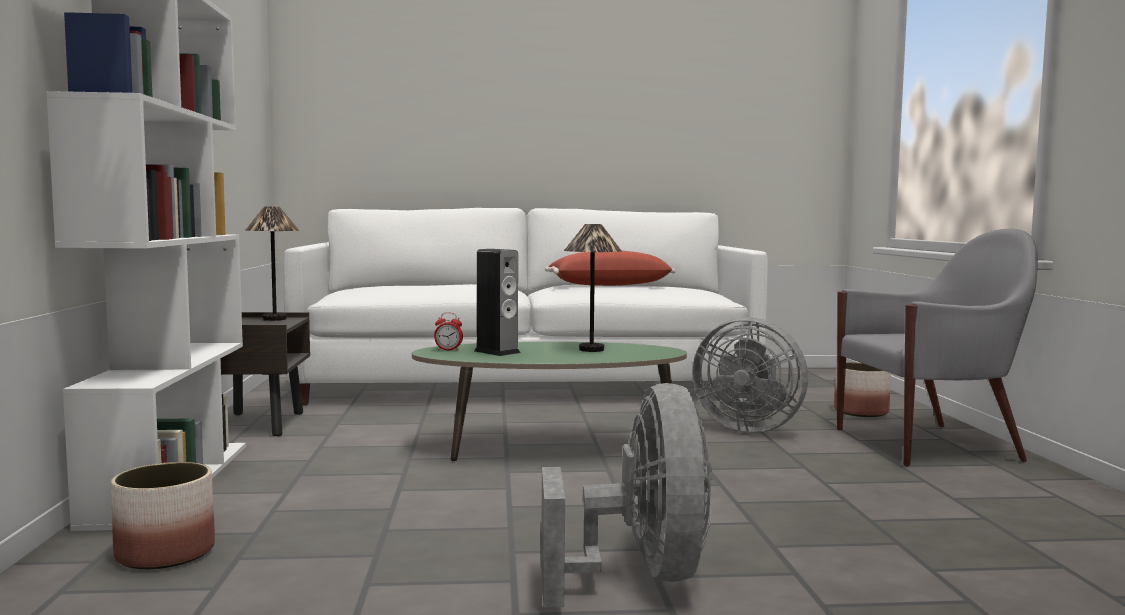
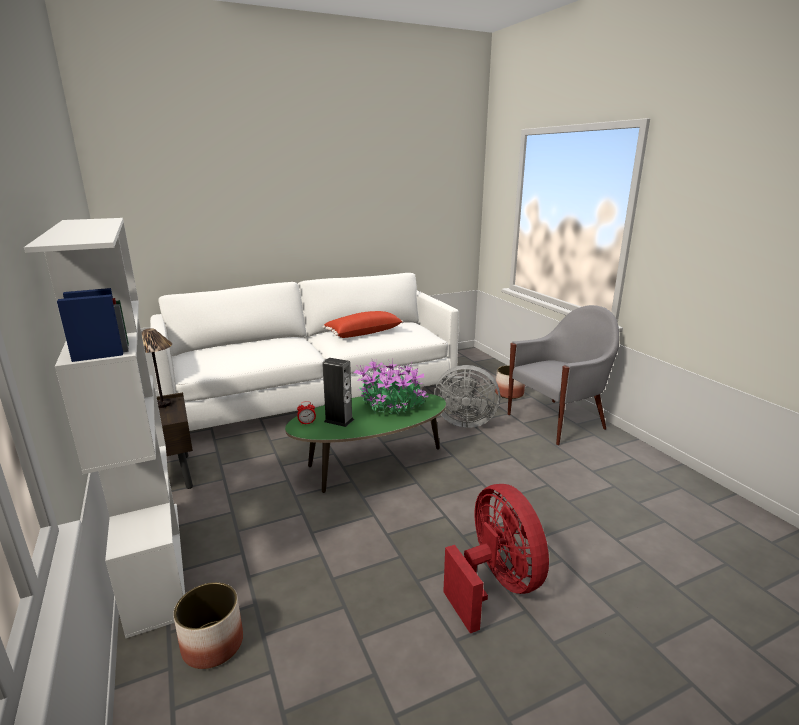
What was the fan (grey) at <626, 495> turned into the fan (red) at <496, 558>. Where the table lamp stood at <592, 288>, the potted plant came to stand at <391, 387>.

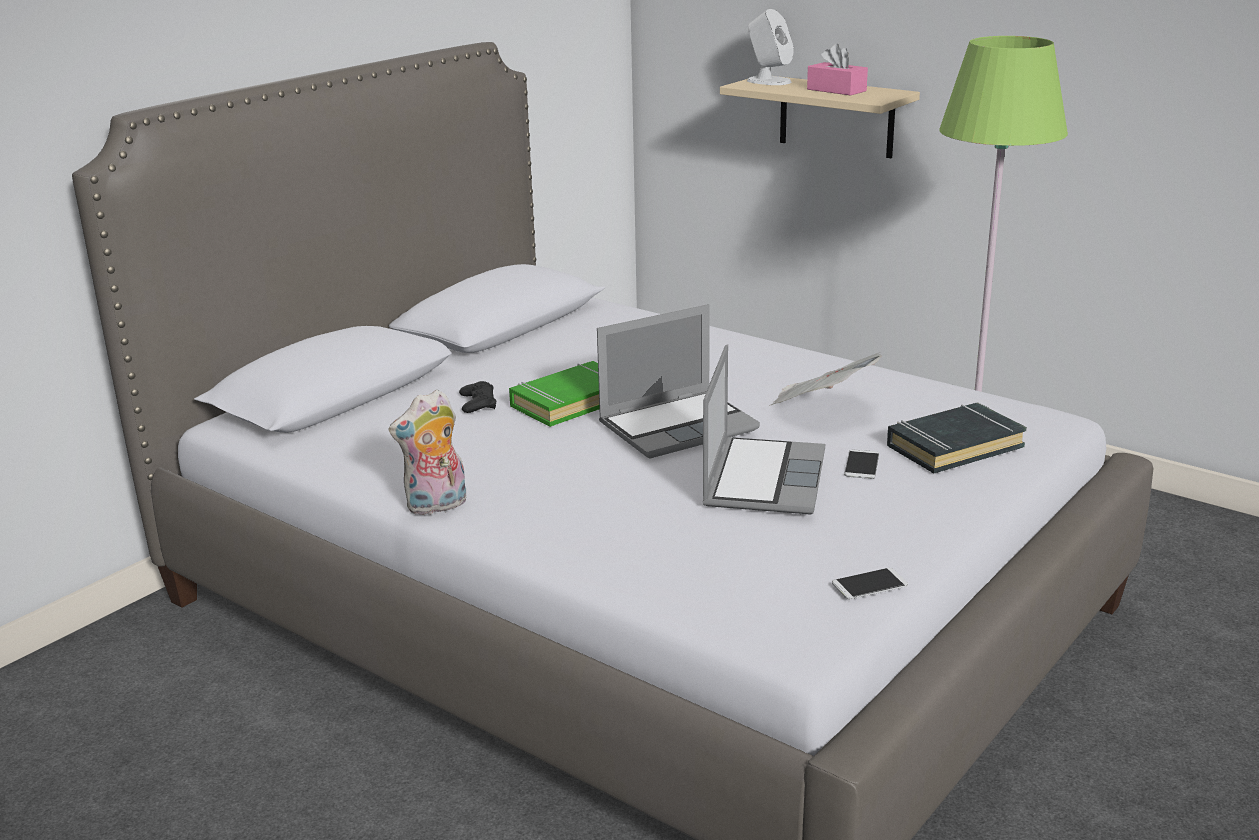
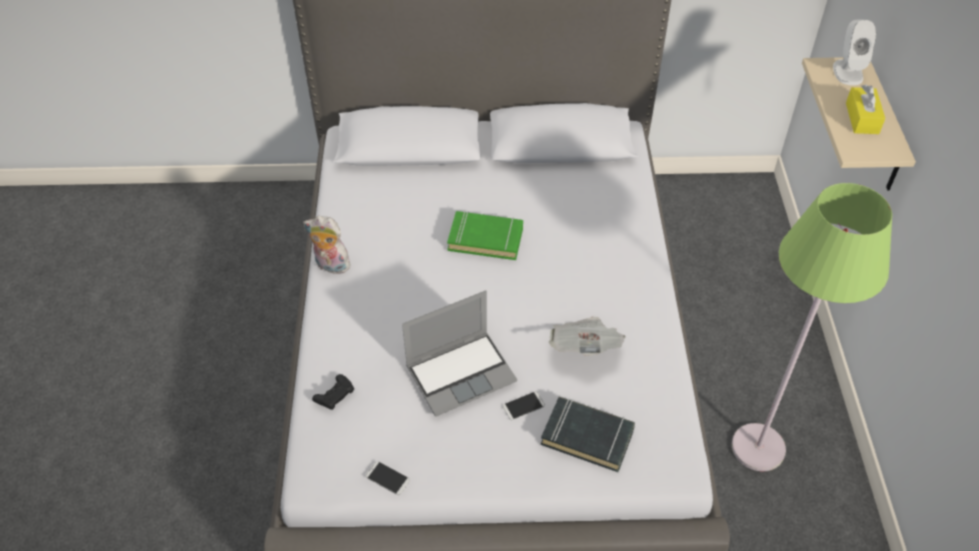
The game controller (black) ended up elsewhere, having gone from <477, 397> to <333, 392>. The second view lost the laptop at <678, 381>. What was the tissue box (pink) at <837, 70> turned into the tissue box (yellow) at <865, 109>.

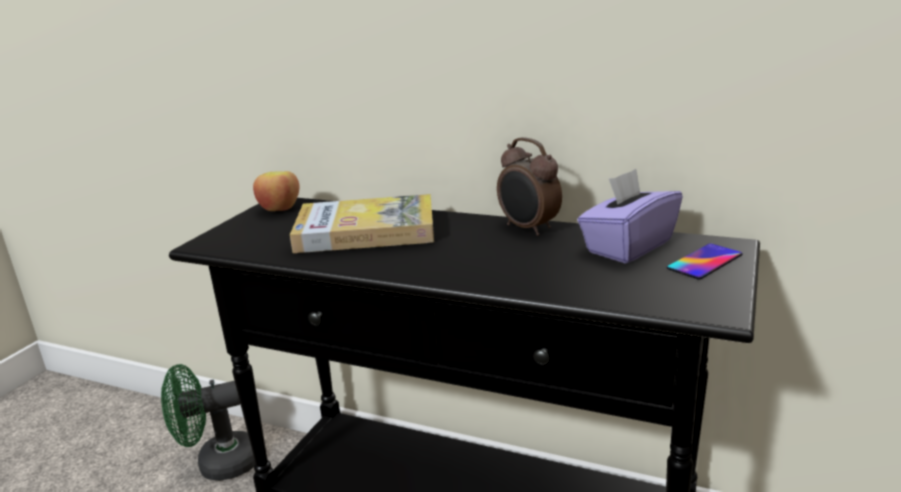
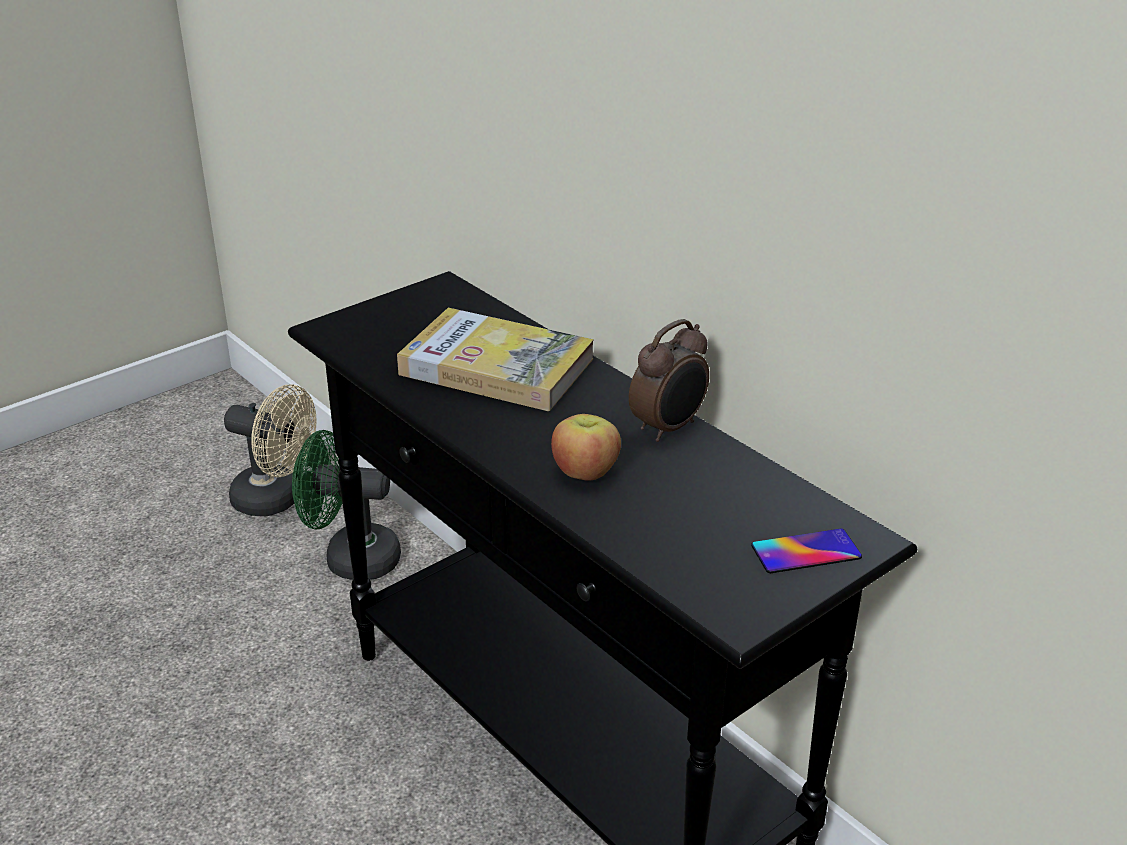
The apple ended up elsewhere, having gone from <276, 191> to <586, 447>. The alarm clock at <529, 186> ended up facing another way, 120 degrees counterclockwise from before. The second view lost the tissue box (purple) at <630, 216>. The second view gained the fan (beige) at <270, 450>.

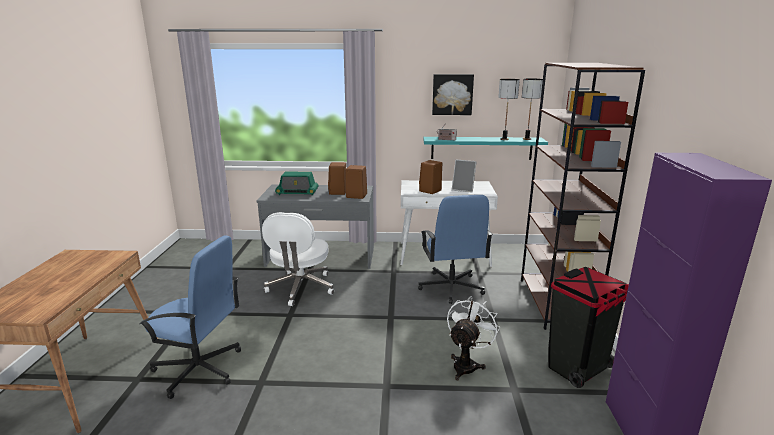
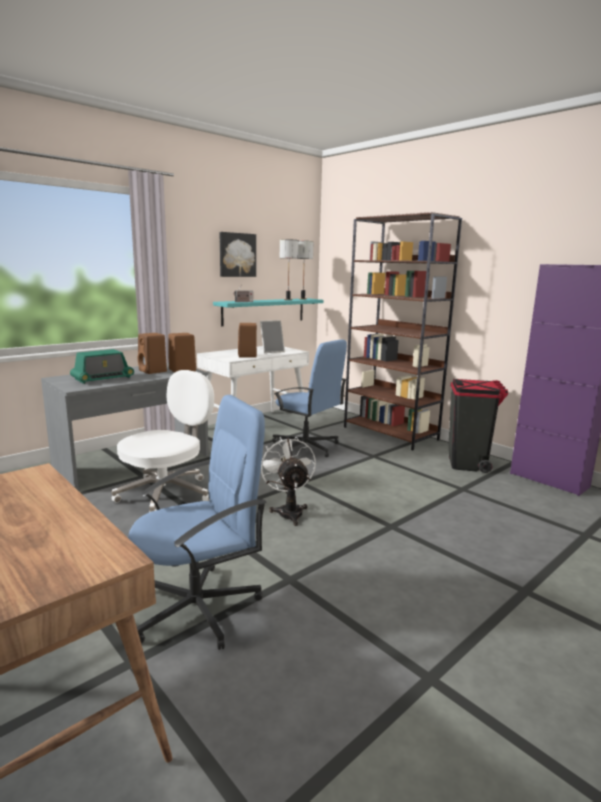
The office chair (white) at <298, 259> ended up facing another way, 105 degrees counterclockwise from before. The fan (white) ended up elsewhere, having gone from <473, 338> to <288, 481>.

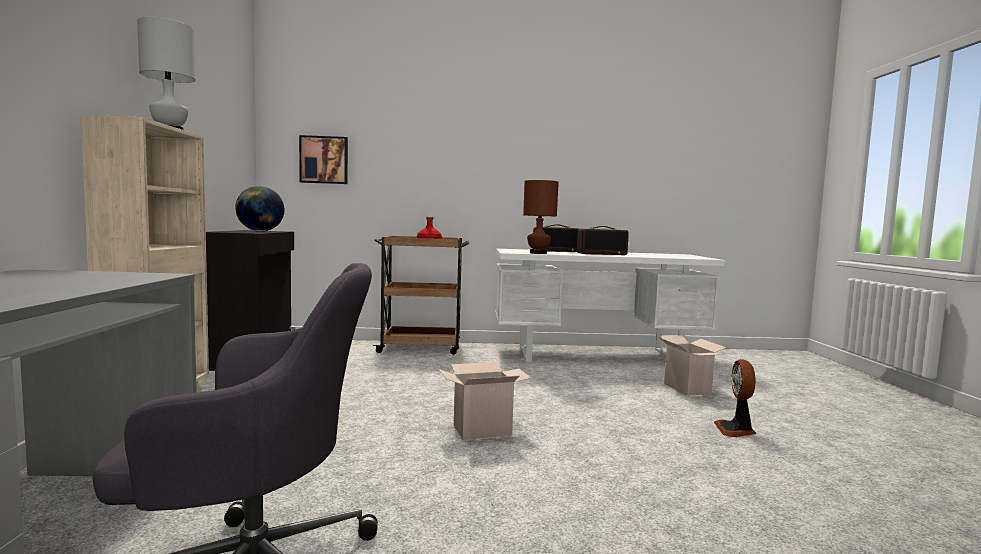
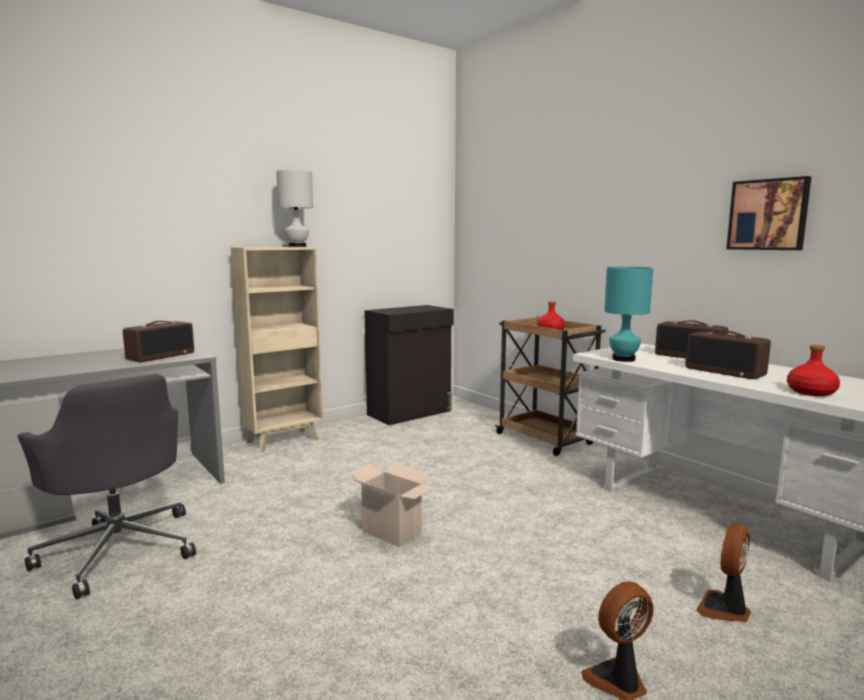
The second view lost the globe at <259, 208>. The picture ended up elsewhere, having gone from <323, 159> to <768, 213>. What was the table lamp (brown) at <541, 217> turned into the table lamp (turquoise) at <628, 314>. Where the cardboard box stood at <692, 366>, the fan came to stand at <723, 573>. The second view gained the radio at <158, 341>. The second view gained the bottle (red) at <813, 370>.

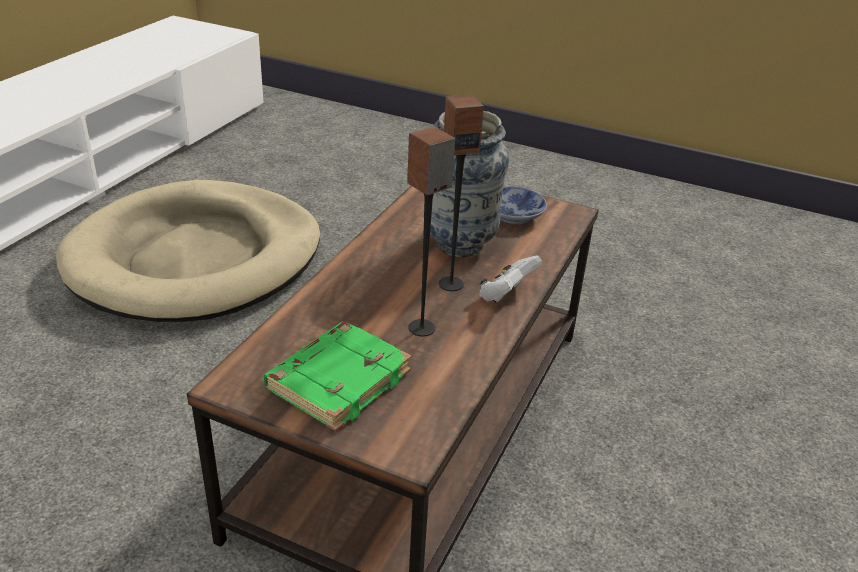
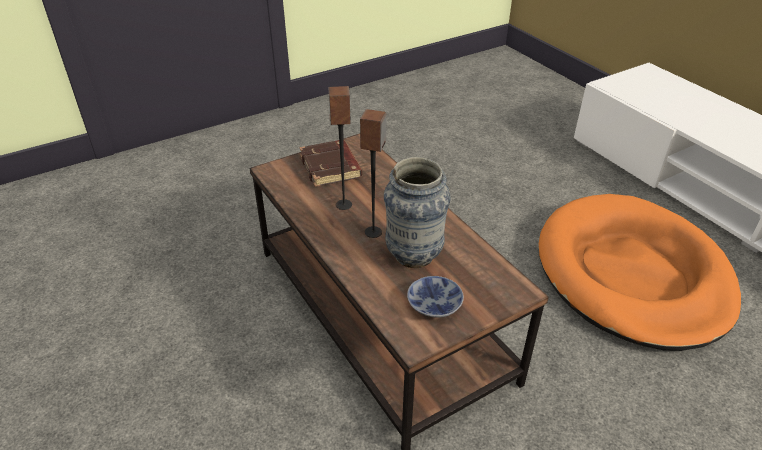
What was the dog bed (beige) at <188, 251> turned into the dog bed (orange) at <640, 272>. What was the book (green) at <338, 376> turned into the book (brown) at <330, 163>. The second view lost the game controller (white) at <511, 278>.

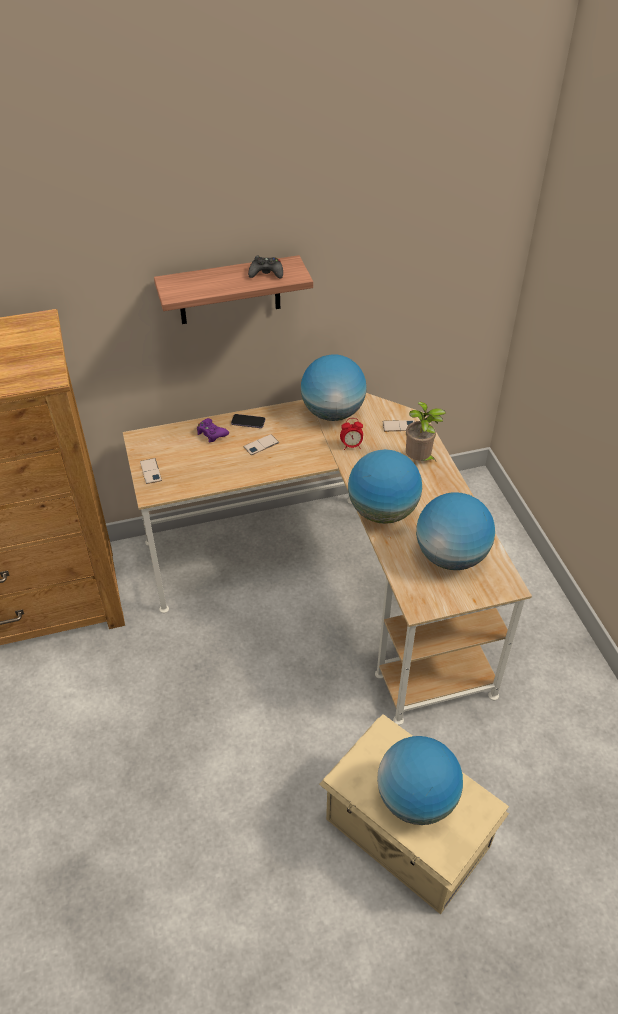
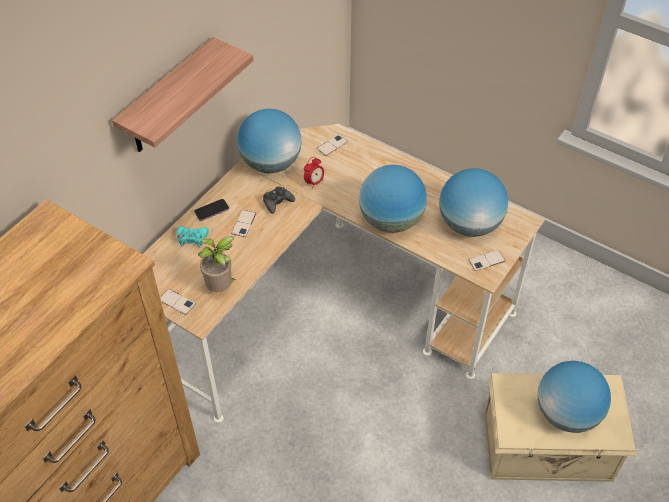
What was the game controller (purple) at <213, 430> turned into the game controller (turquoise) at <193, 236>. The game controller (black) ended up elsewhere, having gone from <265, 266> to <279, 200>. The potted plant ended up elsewhere, having gone from <426, 431> to <217, 264>. The second view gained the phone at <487, 260>.

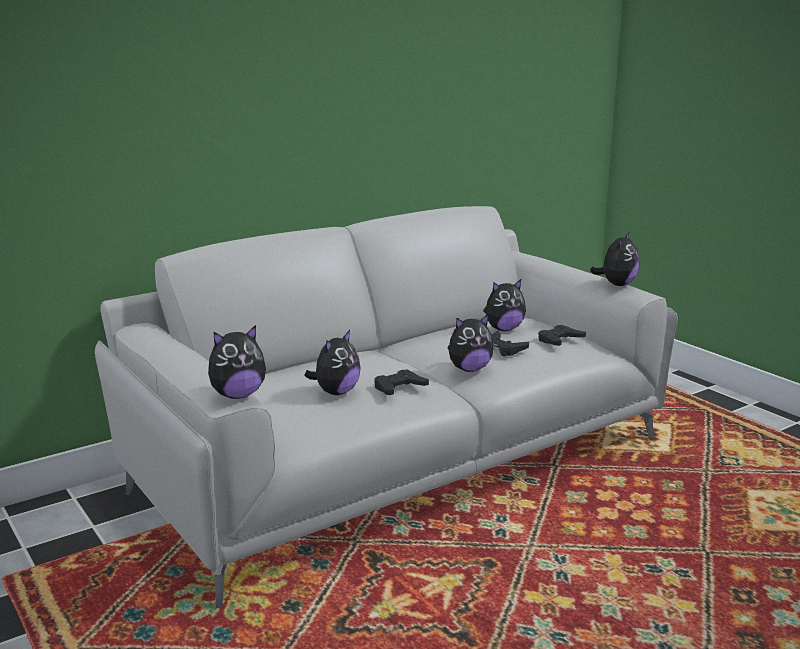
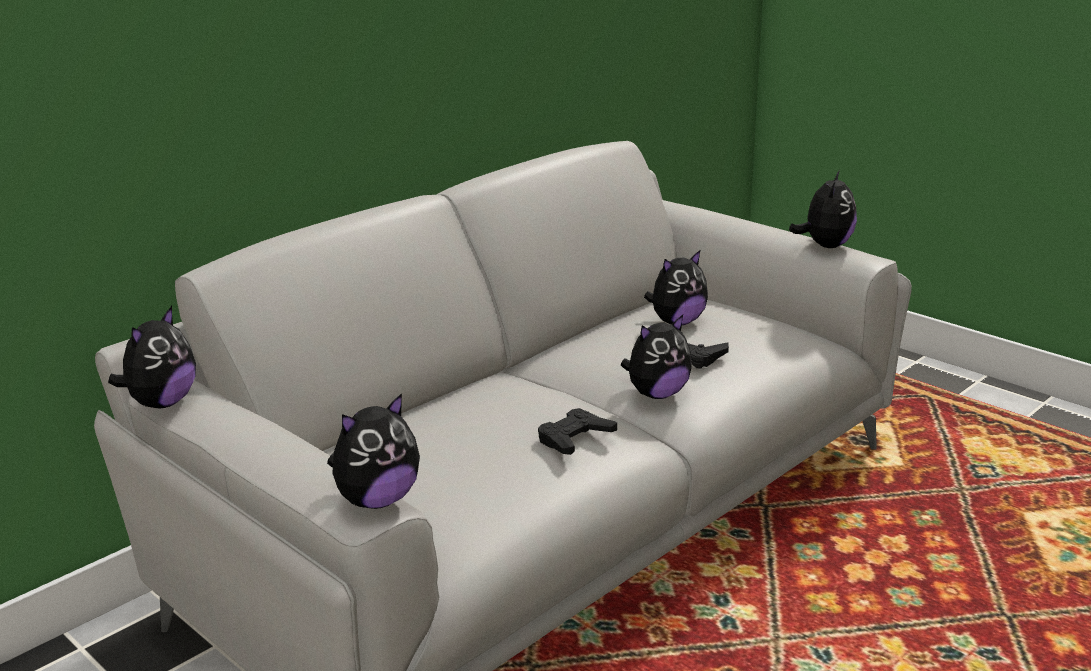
The plush toy ended up elsewhere, having gone from <332, 362> to <152, 357>. The second view lost the game controller (black) at <562, 335>.

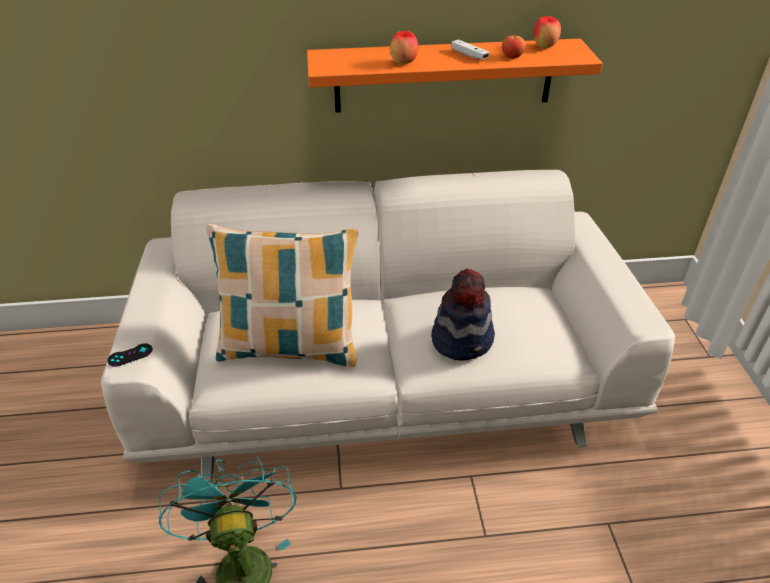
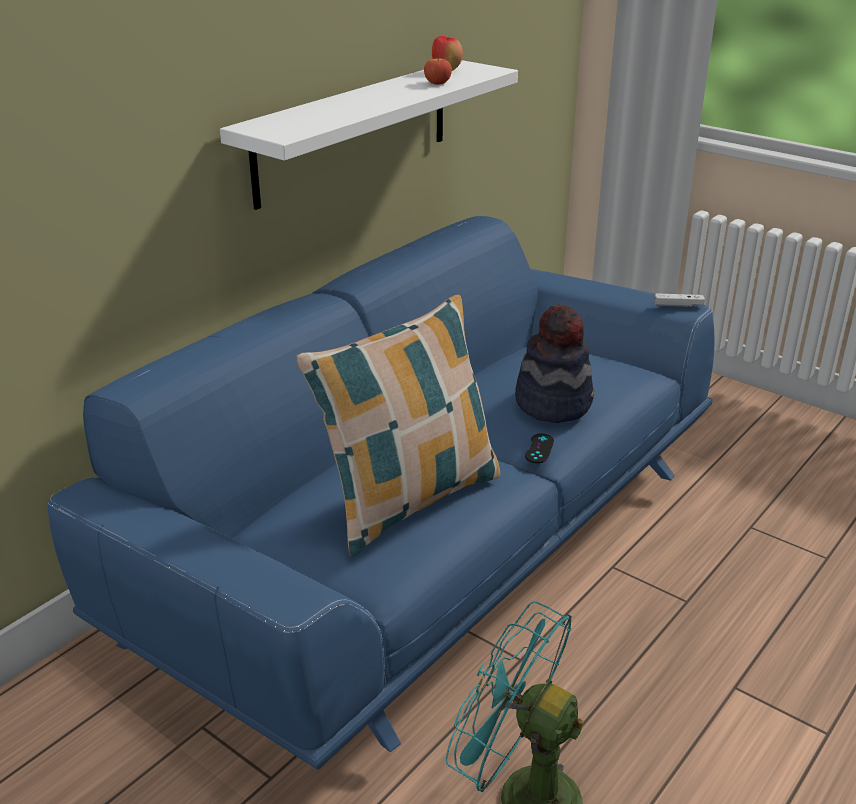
What was the sofa (white) at <388, 325> turned into the sofa (blue) at <381, 493>. The game controller (black) ended up elsewhere, having gone from <130, 355> to <539, 448>. What was the shelf (orange) at <455, 76> turned into the shelf (white) at <369, 135>. The second view lost the apple at <404, 47>. The game controller (white) ended up elsewhere, having gone from <470, 49> to <679, 300>.

